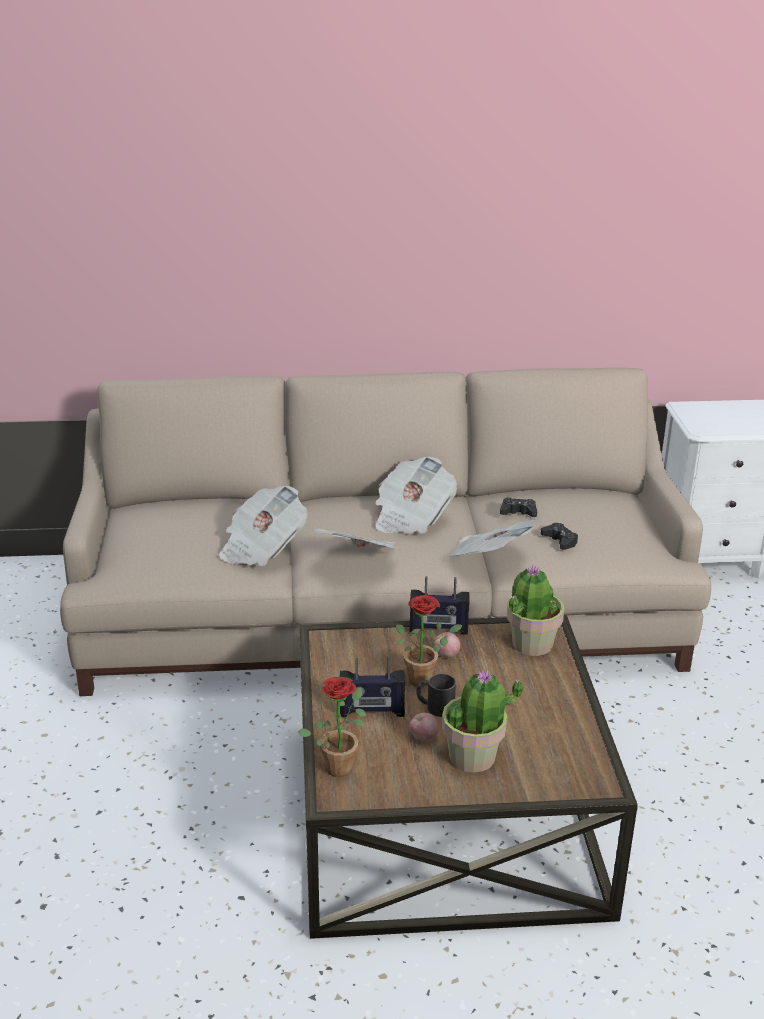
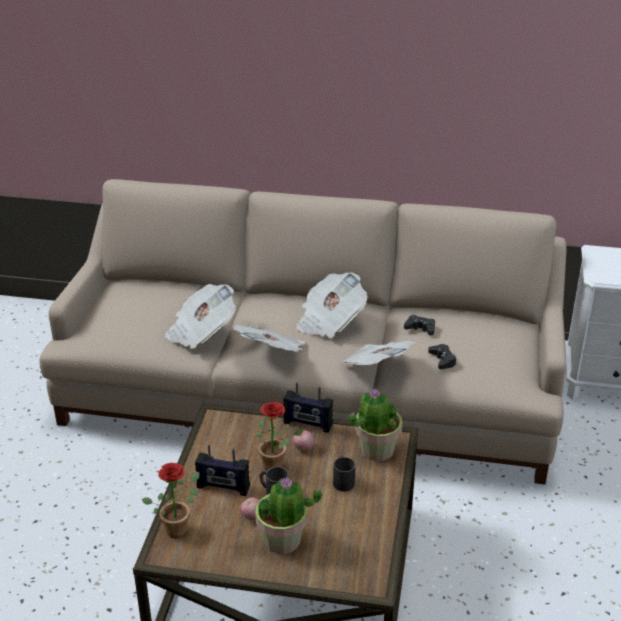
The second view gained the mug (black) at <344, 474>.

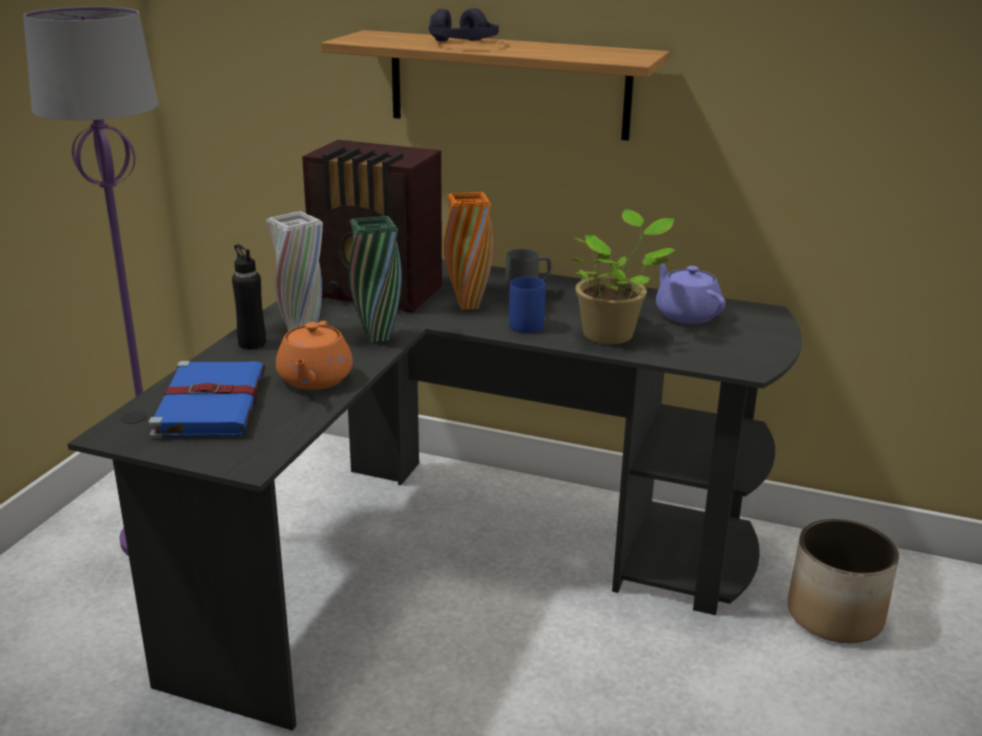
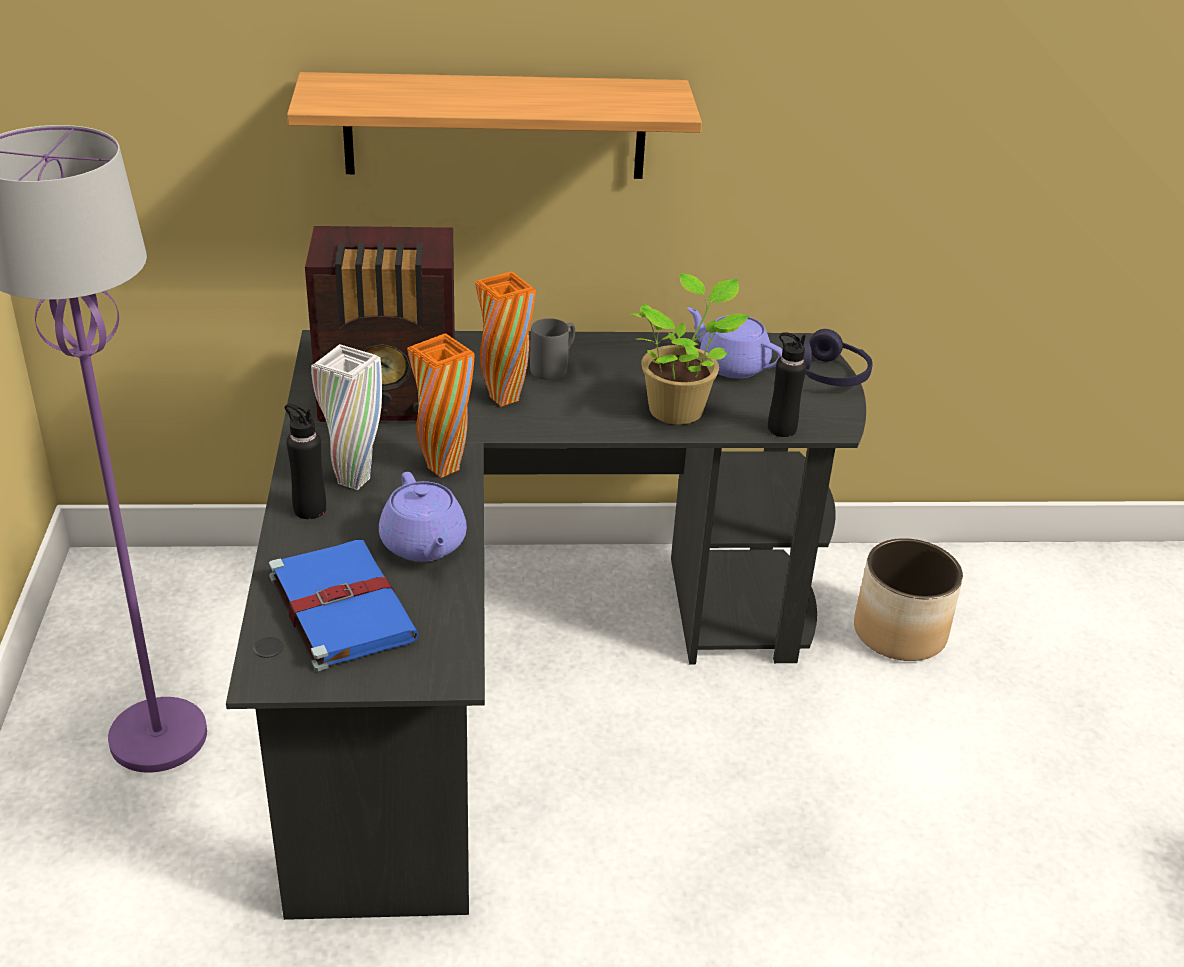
What was the teapot (orange) at <314, 355> turned into the teapot (purple) at <423, 517>. What was the vase (green) at <375, 279> turned into the vase (orange) at <441, 406>. The headphones (purple) ended up elsewhere, having gone from <464, 24> to <833, 357>. The second view lost the mug (blue) at <527, 305>. The second view gained the bottle (black) at <787, 384>.

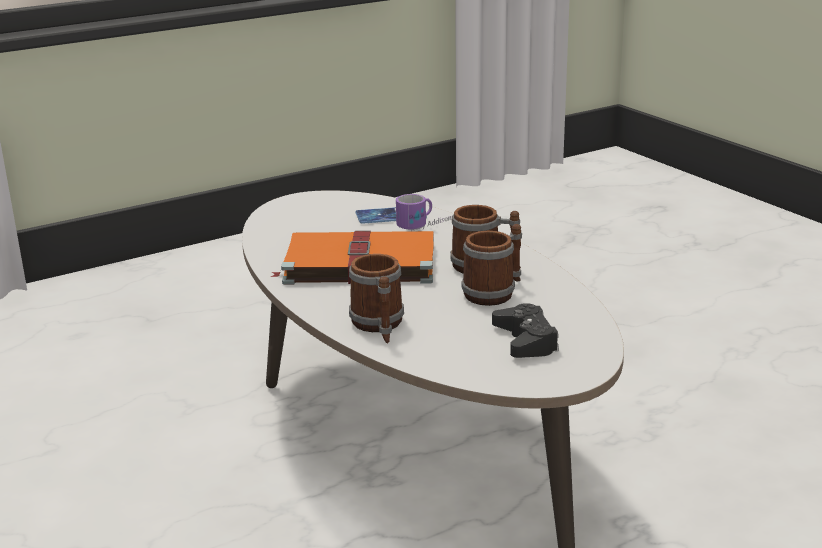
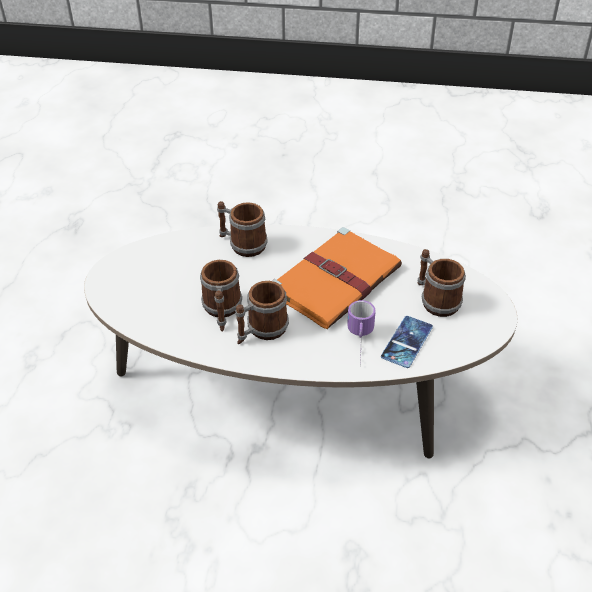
The second view lost the game controller (black) at <525, 330>. The second view gained the mug at <441, 283>.

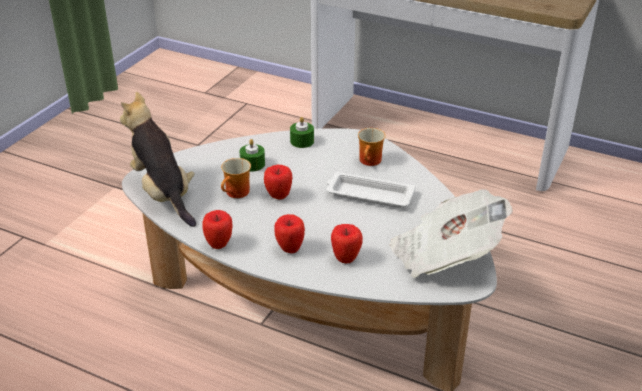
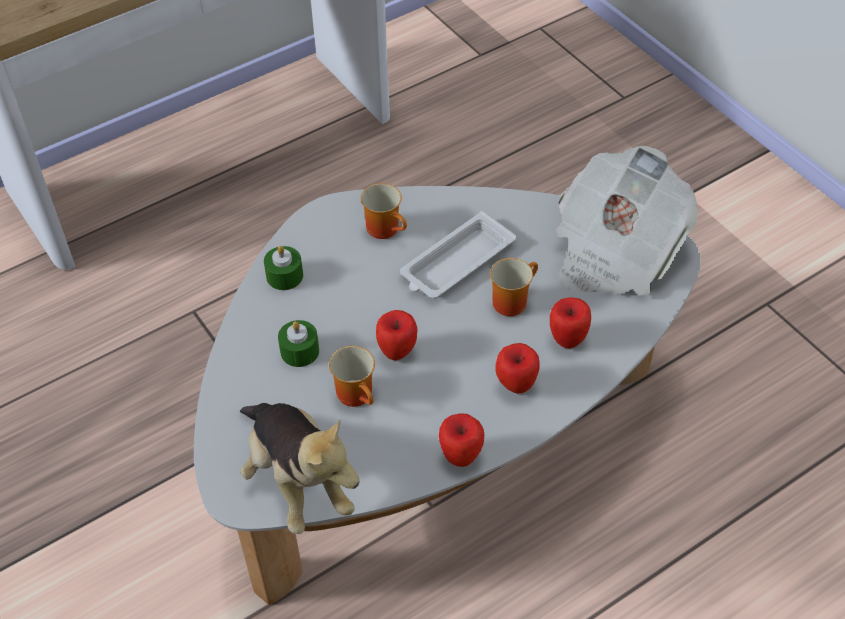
The plush toy at <158, 159> ended up facing another way, 120 degrees counterclockwise from before. The second view gained the mug at <514, 287>.

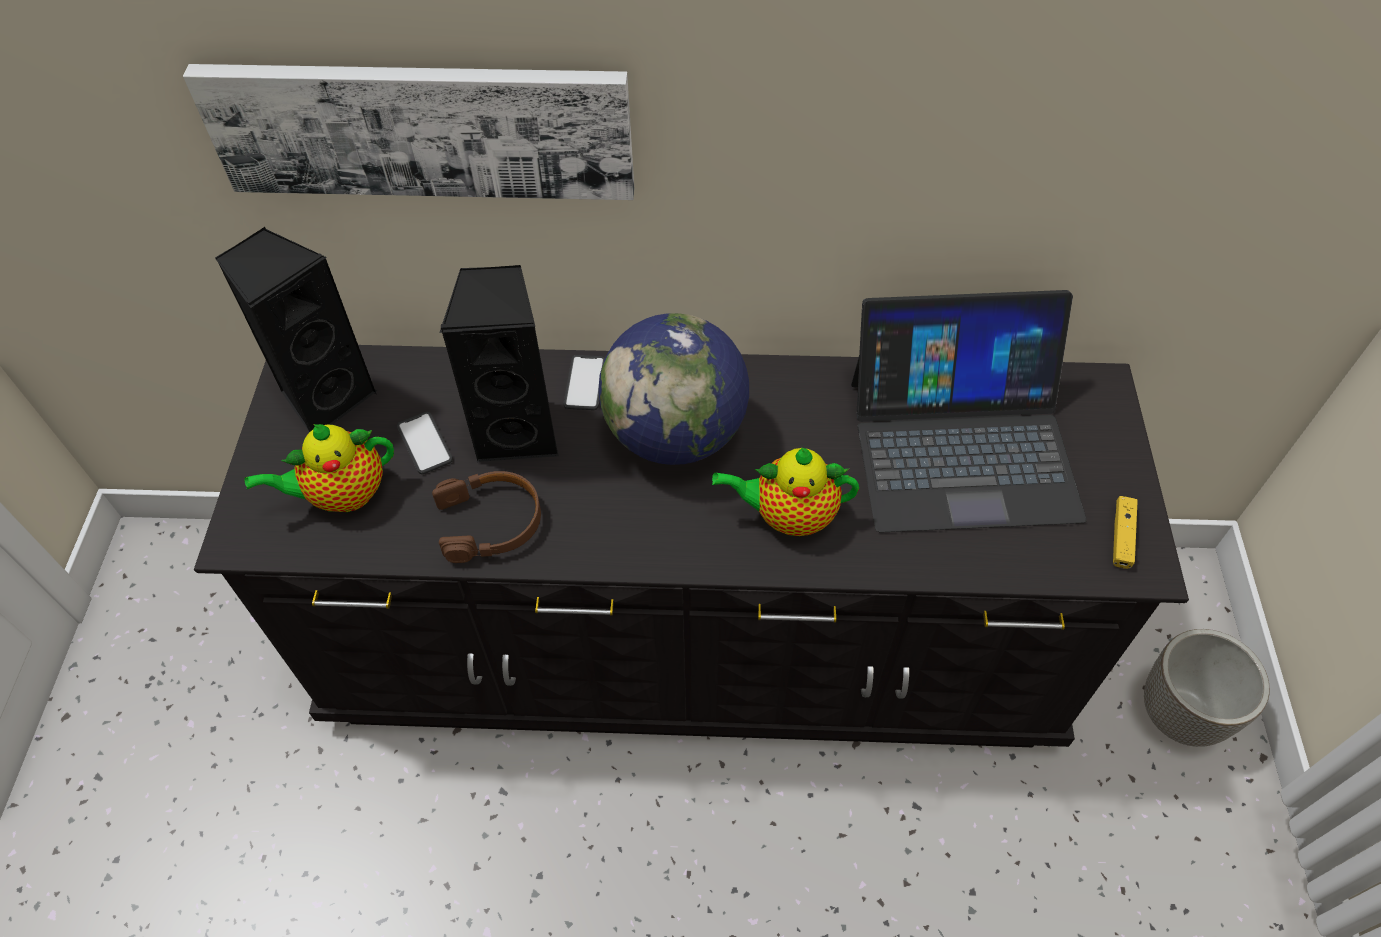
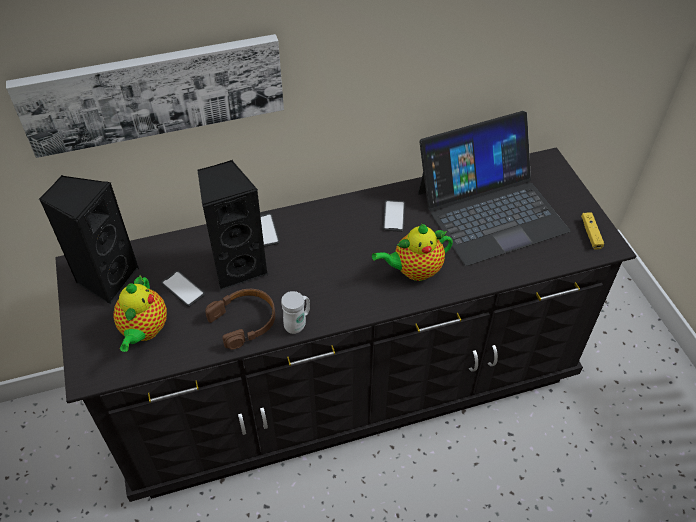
The teapot at <319, 468> ended up facing another way, 45 degrees counterclockwise from before. The second view lost the globe at <674, 389>. The second view lost the planter at <1207, 688>. The second view gained the mug (white) at <295, 312>. The second view gained the phone at <394, 216>.

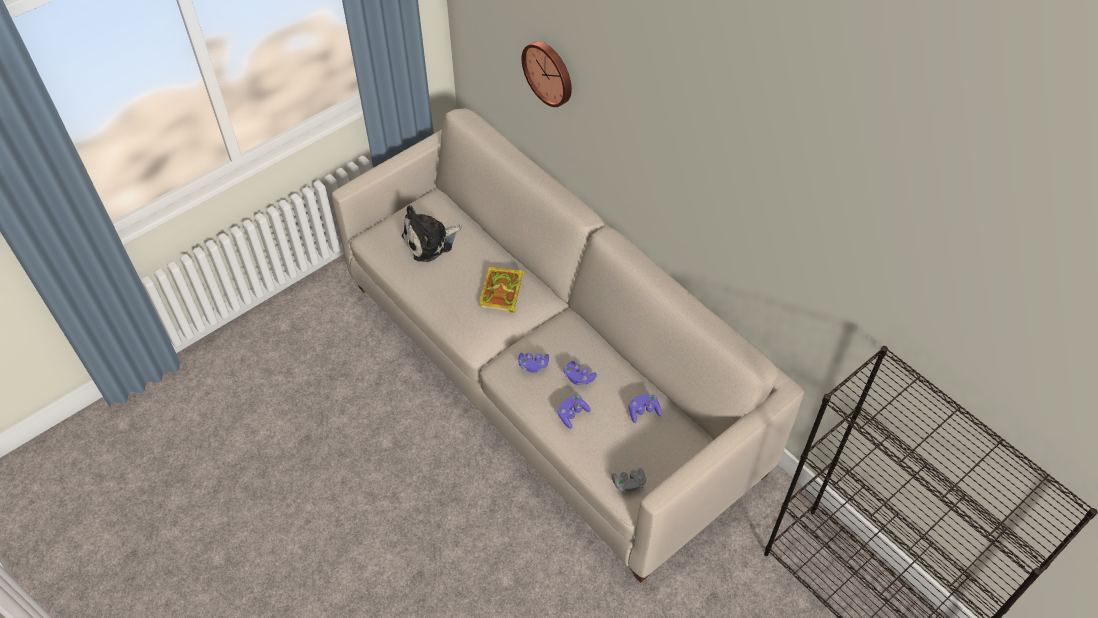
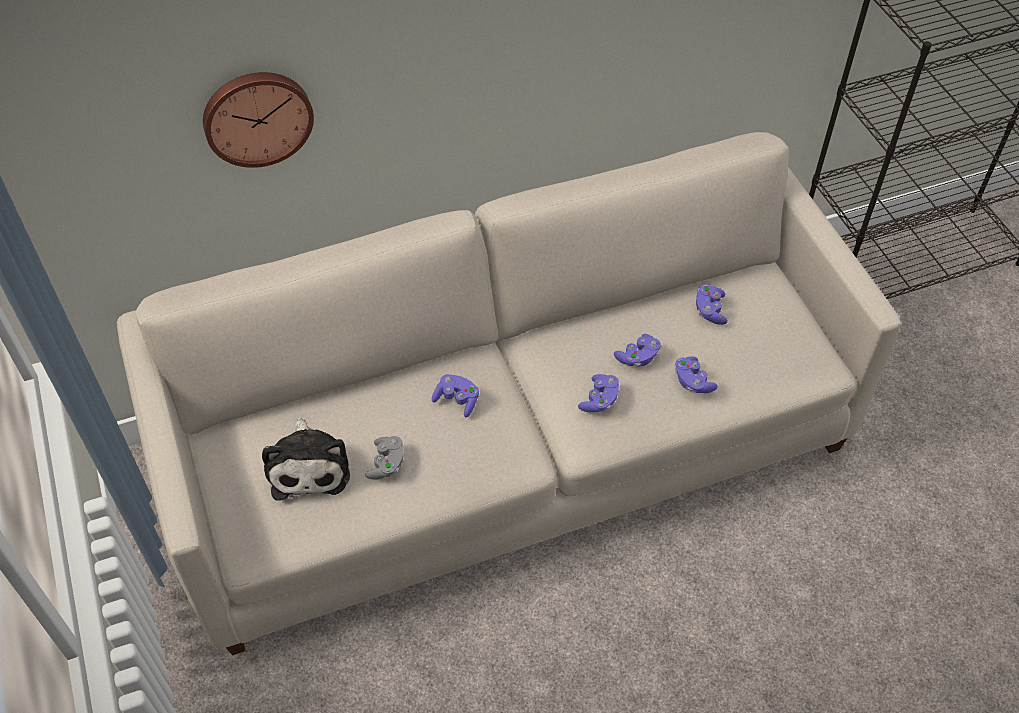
Where the book stood at <502, 290>, the game controller (purple) came to stand at <455, 395>. The game controller (grey) ended up elsewhere, having gone from <628, 480> to <384, 458>.

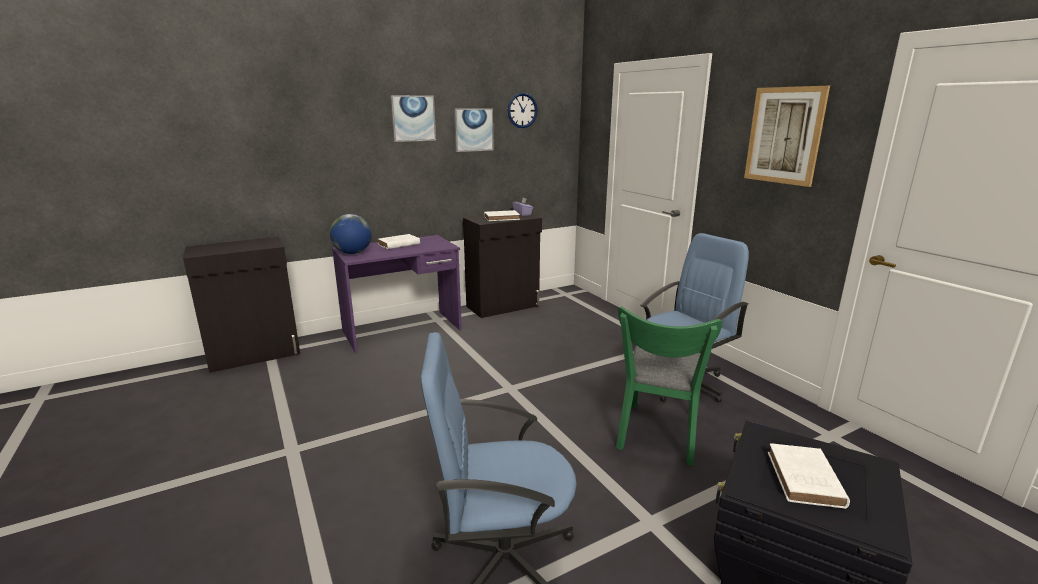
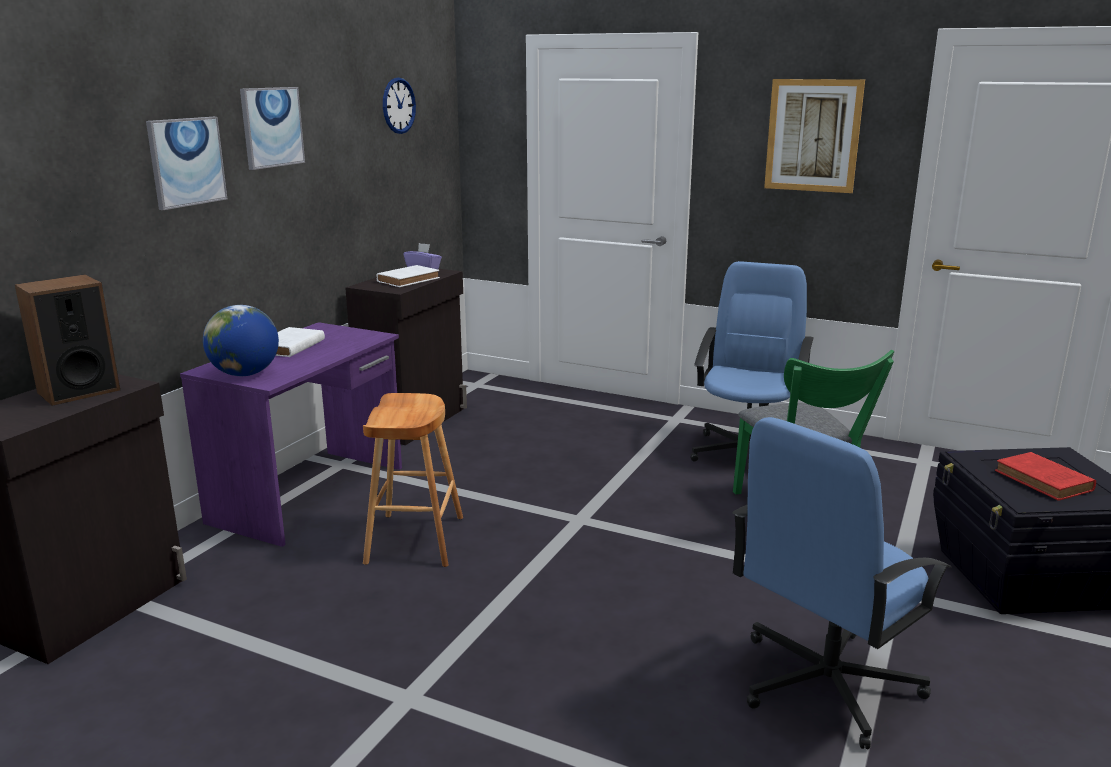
The picture ended up elsewhere, having gone from <474, 130> to <186, 163>. What was the book (white) at <809, 476> turned into the book (red) at <1045, 476>. The second view gained the speaker at <67, 340>. The second view gained the stool (brown) at <413, 480>.

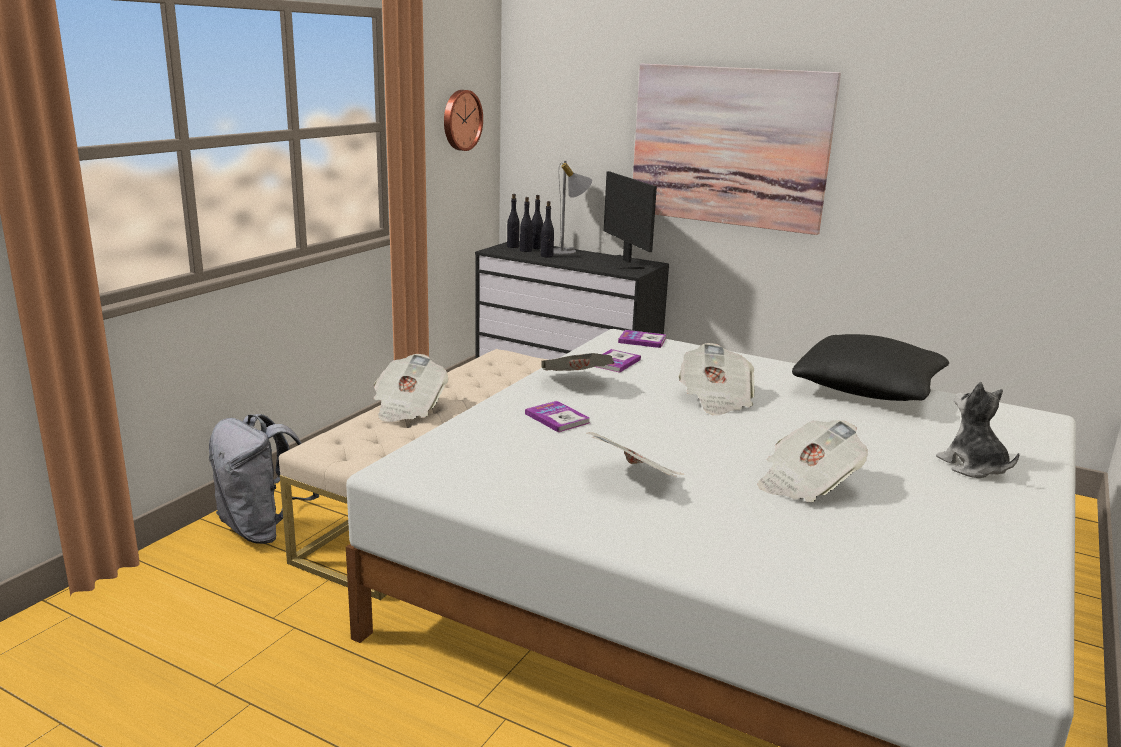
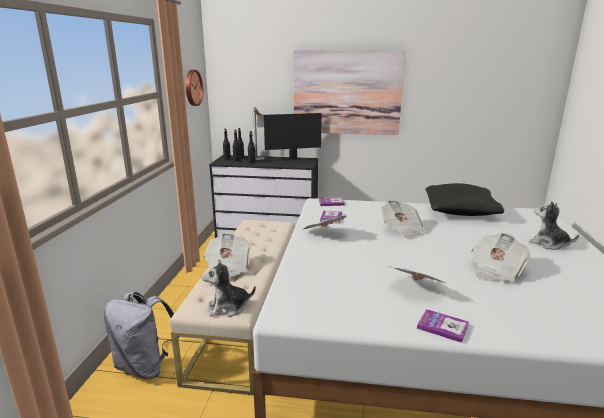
The book ended up elsewhere, having gone from <557, 416> to <443, 326>. The monitor at <624, 221> ended up facing another way, 60 degrees counterclockwise from before. The second view gained the plush toy at <228, 288>.

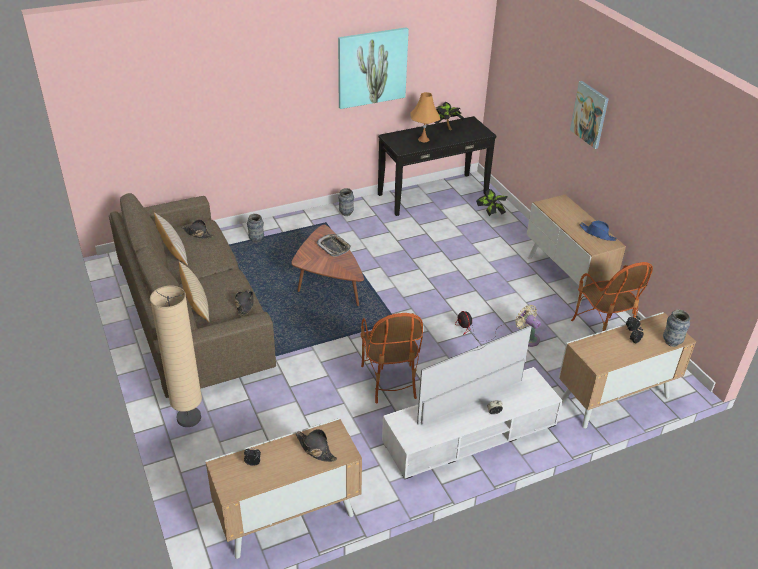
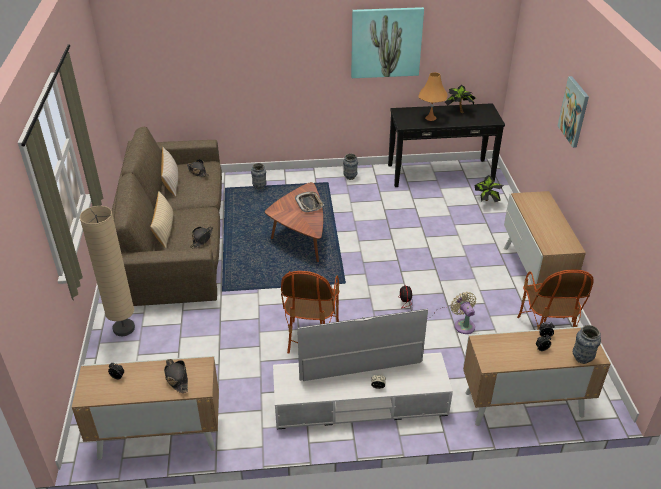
The second view lost the hat (blue) at <598, 230>.

